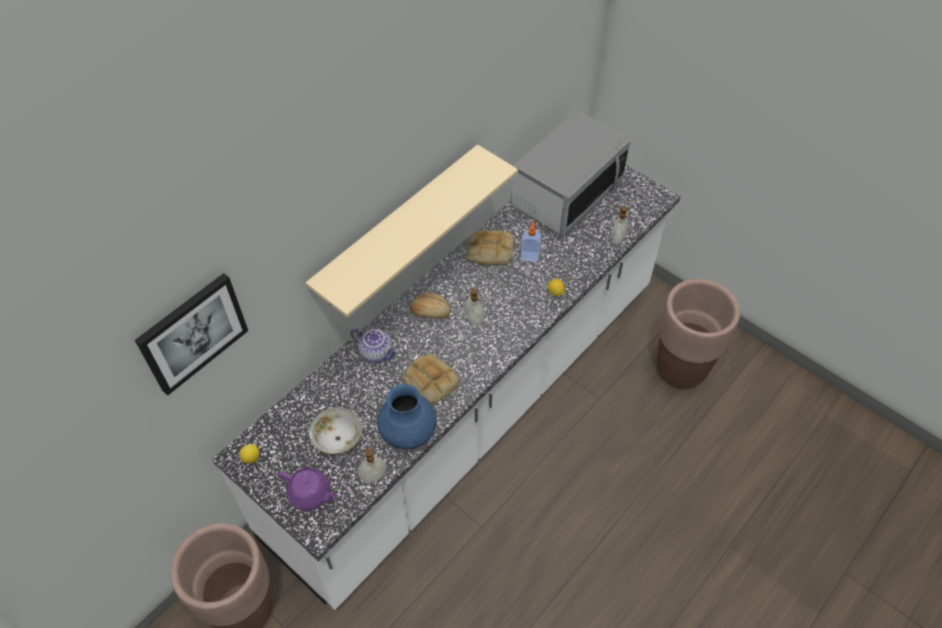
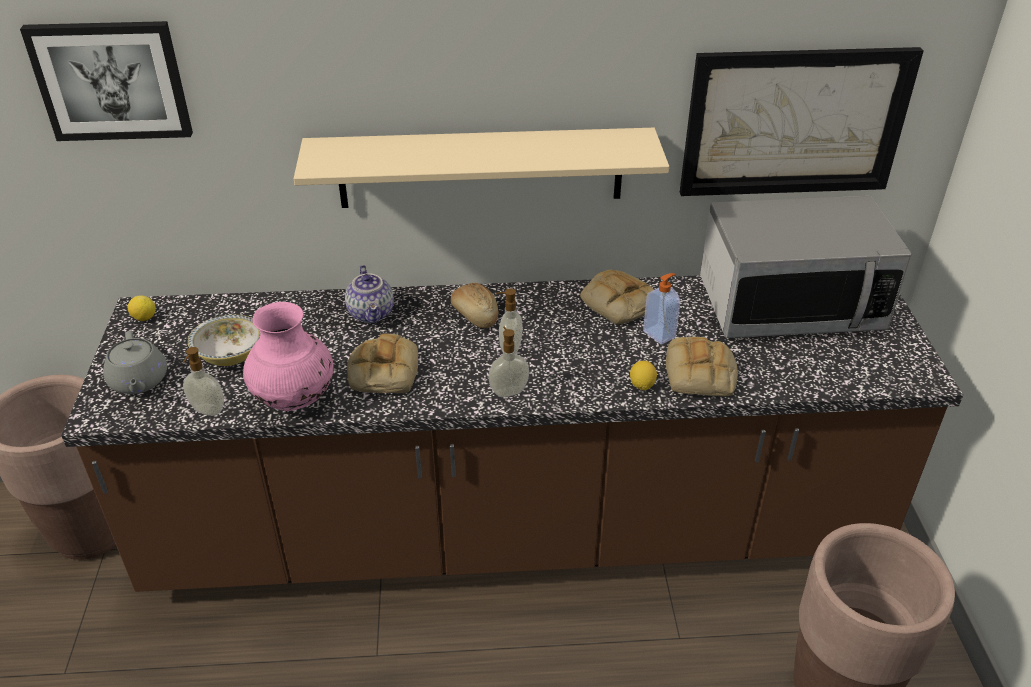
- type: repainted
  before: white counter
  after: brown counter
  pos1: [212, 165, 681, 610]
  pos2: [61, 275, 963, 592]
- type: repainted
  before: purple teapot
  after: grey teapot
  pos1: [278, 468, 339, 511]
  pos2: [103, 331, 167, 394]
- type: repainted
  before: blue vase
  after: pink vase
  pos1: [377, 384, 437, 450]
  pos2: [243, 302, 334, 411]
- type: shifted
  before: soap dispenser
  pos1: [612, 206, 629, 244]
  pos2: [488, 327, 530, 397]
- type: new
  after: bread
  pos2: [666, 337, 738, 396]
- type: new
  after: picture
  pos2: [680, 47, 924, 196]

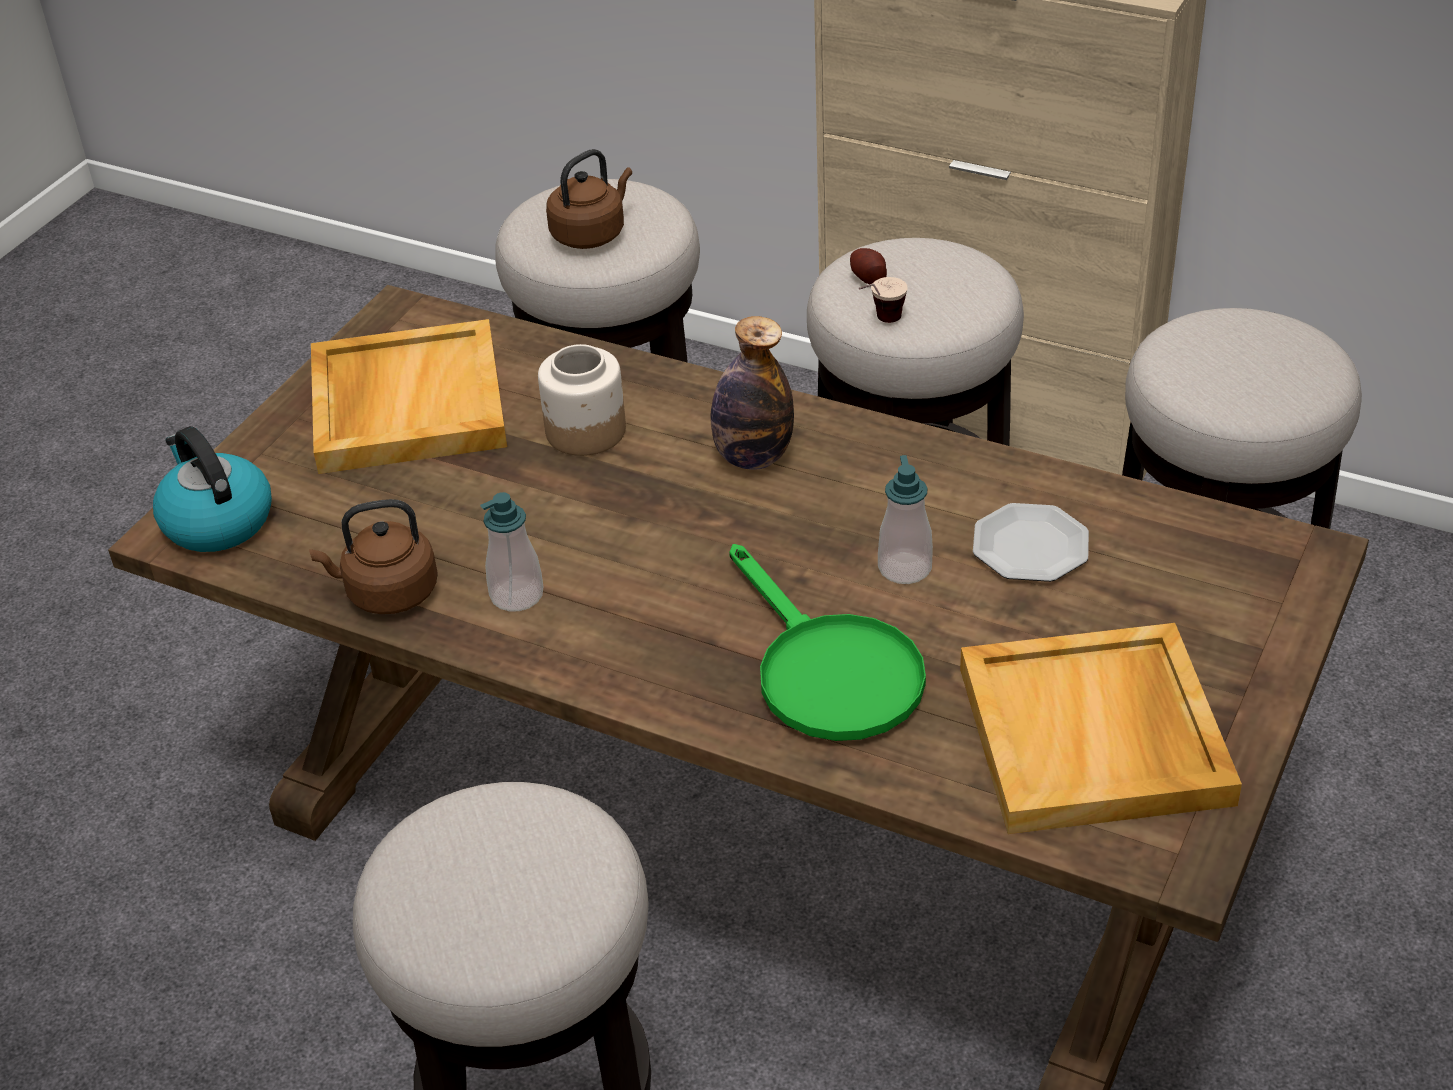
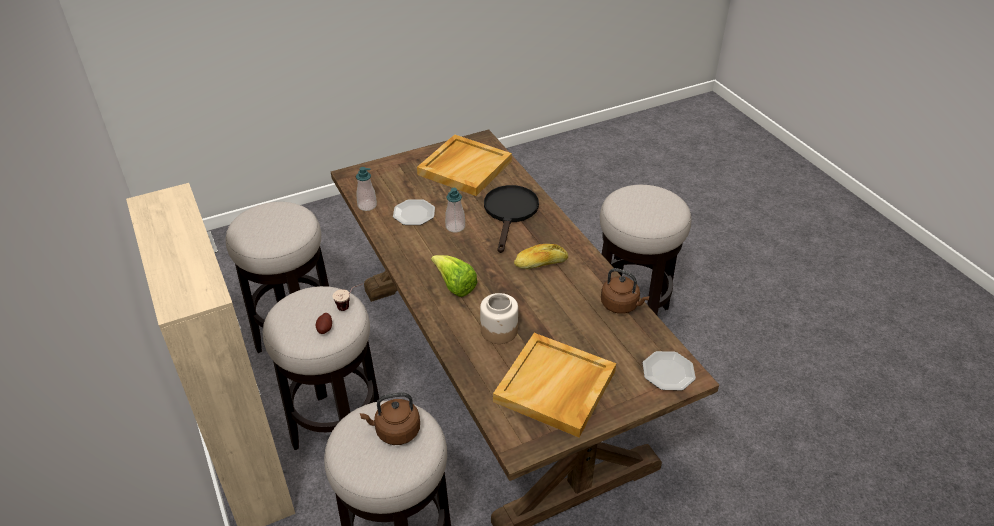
- type: shifted
  before: soap dispenser
  pos1: [480, 492, 543, 612]
  pos2: [356, 167, 377, 211]
- type: swapped
  before: bottle
  after: lettuce
  pos1: [710, 316, 794, 470]
  pos2: [431, 255, 478, 297]
- type: repainted
  before: green frying pan
  after: black frying pan
  pos1: [729, 544, 926, 741]
  pos2: [484, 185, 539, 253]
- type: new
  after: bread
  pos2: [514, 244, 568, 269]
- type: swapped
  before: kettle
  after: plate
  pos1: [153, 426, 272, 552]
  pos2: [643, 351, 696, 391]

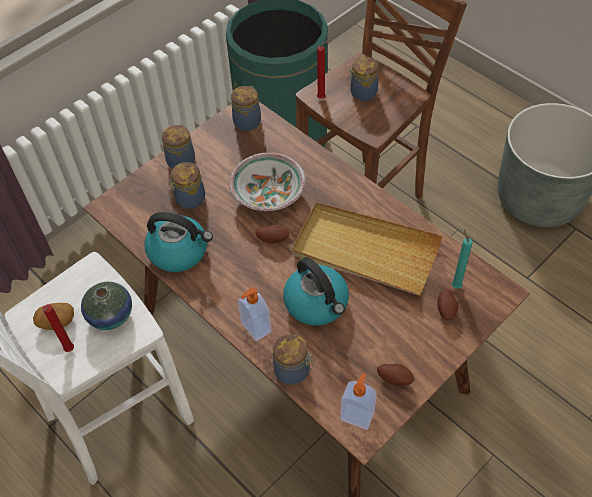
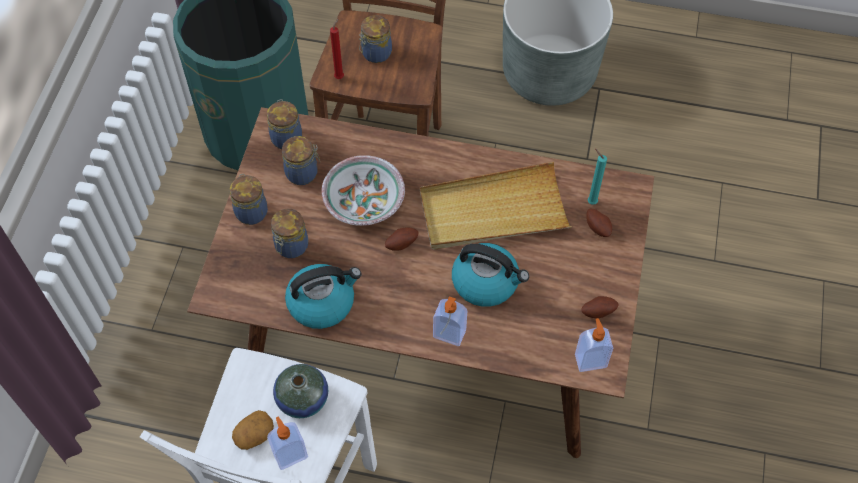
- type: swapped
  before: red candle
  after: soap dispenser
  pos1: [43, 304, 74, 352]
  pos2: [267, 417, 308, 470]
- type: shifted
  before: jar
  pos1: [273, 334, 313, 385]
  pos2: [282, 136, 320, 185]

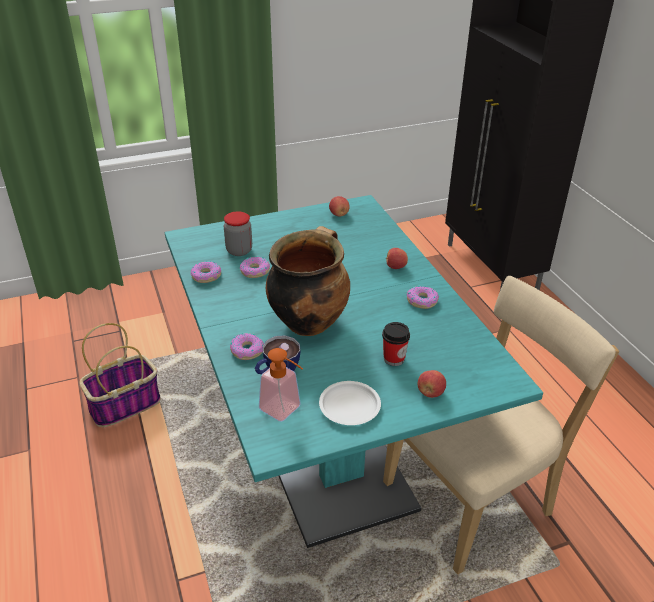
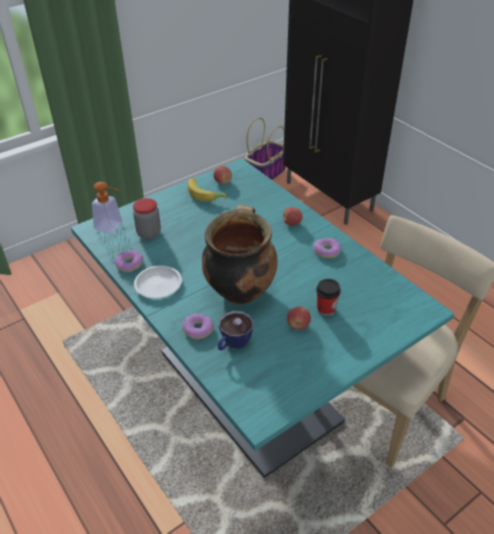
- type: shifted
  before: soap dispenser
  pos1: [259, 348, 303, 422]
  pos2: [92, 182, 122, 234]
- type: shifted
  before: white plate
  pos1: [319, 381, 381, 425]
  pos2: [134, 266, 182, 298]
- type: new
  after: banana
  pos2: [187, 178, 227, 202]
- type: shifted
  before: basket
  pos1: [79, 323, 161, 427]
  pos2: [245, 118, 285, 180]
- type: shifted
  before: apple
  pos1: [418, 370, 446, 398]
  pos2: [287, 306, 311, 330]
- type: gone
  before: donut
  pos1: [240, 257, 270, 278]

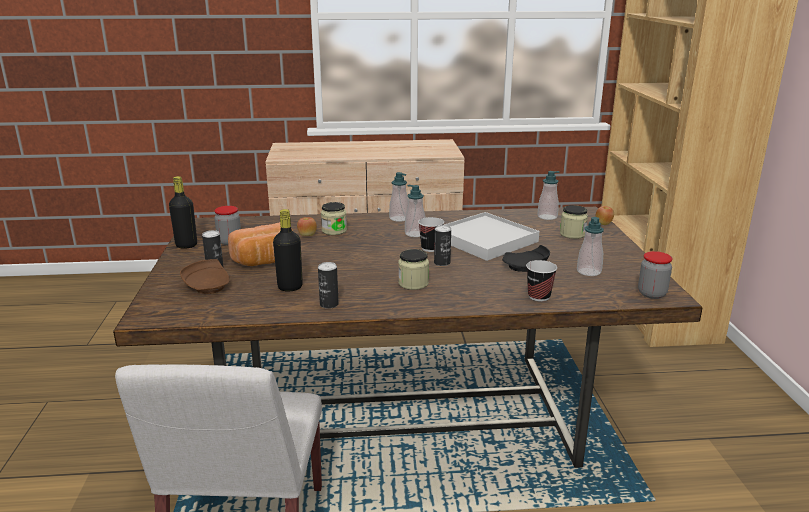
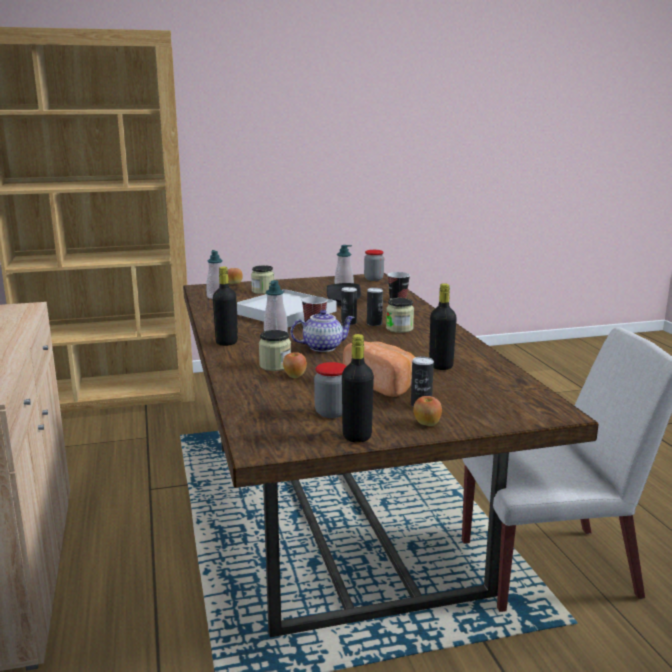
- type: swapped
  before: soap dispenser
  after: black bottle
  pos1: [389, 172, 408, 222]
  pos2: [213, 267, 238, 346]
- type: new
  after: teapot
  pos2: [290, 310, 355, 352]
- type: shifted
  before: can
  pos1: [318, 262, 339, 309]
  pos2: [367, 288, 383, 326]
- type: new
  after: apple
  pos2: [413, 396, 442, 426]
- type: gone
  before: brown plate
  pos1: [180, 259, 229, 294]

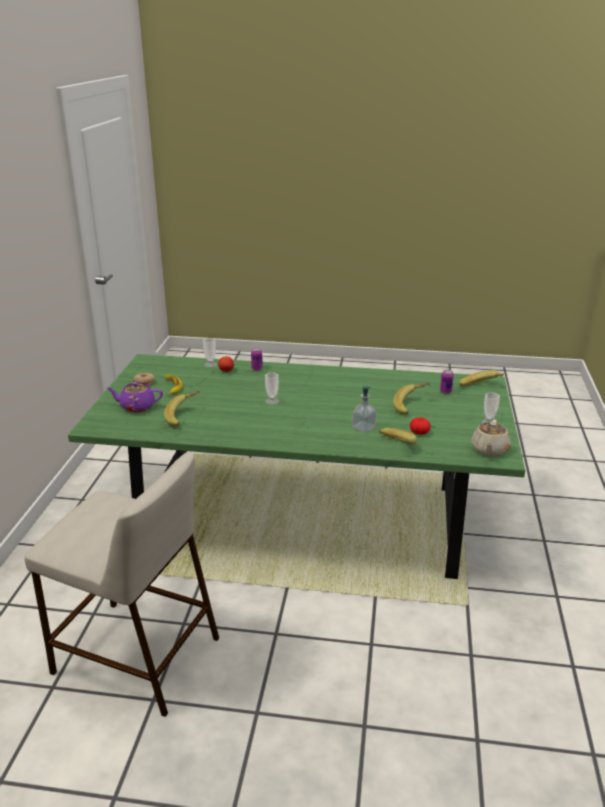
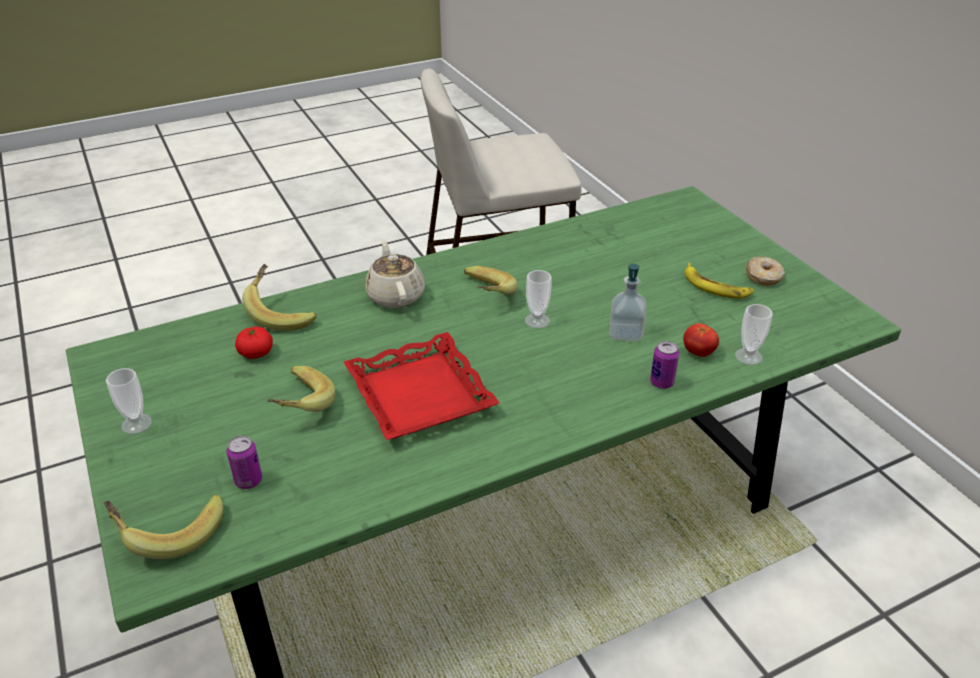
- type: new
  after: red tray
  pos2: [344, 332, 499, 440]
- type: shifted
  before: beige teapot
  pos1: [471, 419, 511, 456]
  pos2: [365, 240, 425, 308]
- type: shifted
  before: banana
  pos1: [164, 391, 200, 427]
  pos2: [464, 266, 518, 295]
- type: shifted
  before: soap dispenser
  pos1: [352, 386, 377, 433]
  pos2: [609, 264, 646, 341]
- type: gone
  before: purple teapot
  pos1: [106, 382, 163, 412]

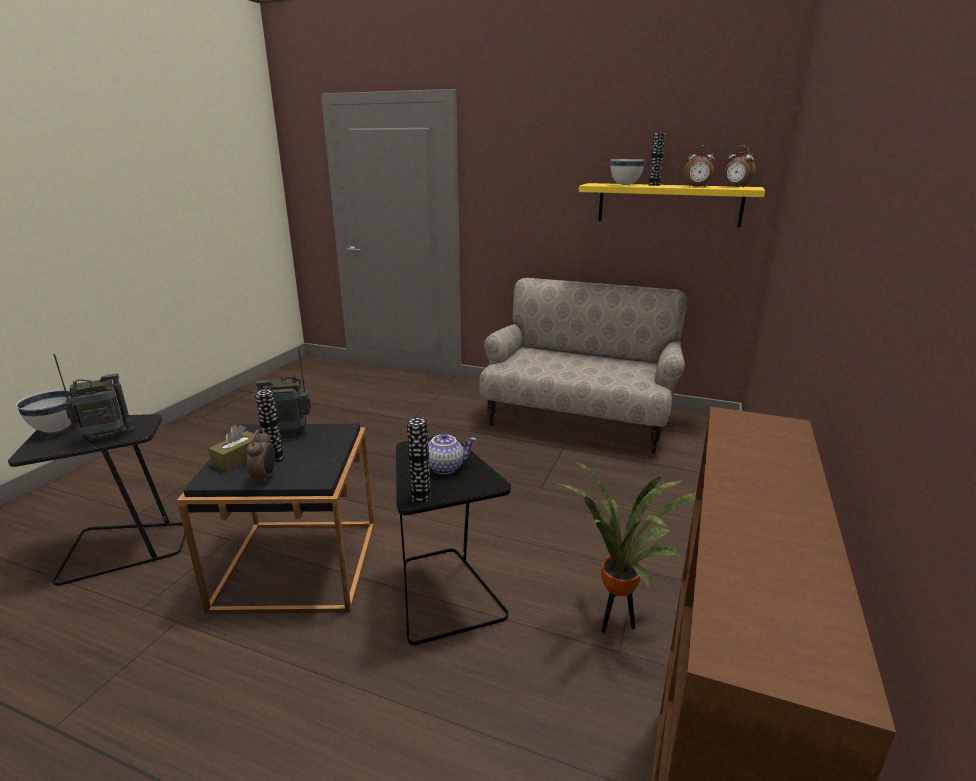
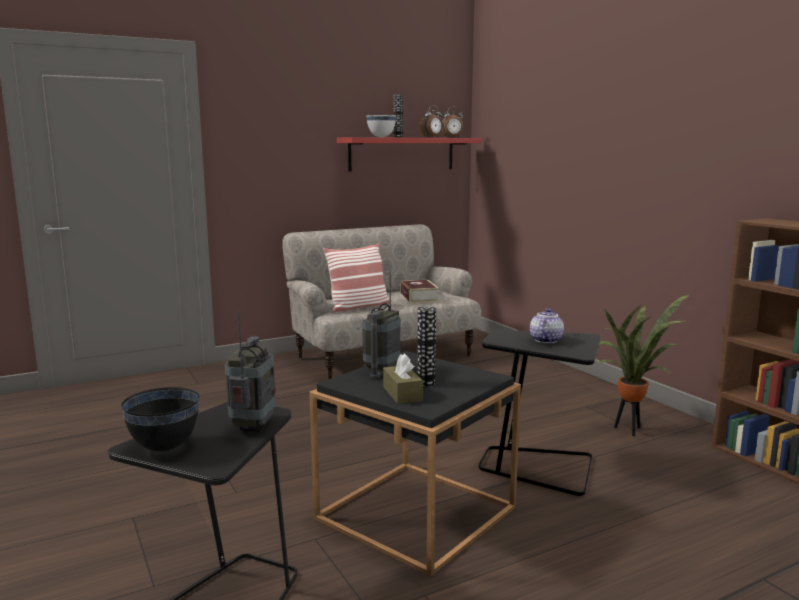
- type: repainted
  before: white bowl
  after: black bowl
  pos1: [16, 389, 71, 432]
  pos2: [121, 387, 200, 451]
- type: new
  after: pillow
  pos2: [323, 244, 390, 313]
- type: repainted
  before: yellow shelf
  after: red shelf
  pos1: [579, 183, 765, 227]
  pos2: [337, 137, 481, 171]
- type: new
  after: book
  pos2: [400, 280, 439, 303]
- type: gone
  before: alarm clock
  pos1: [247, 429, 275, 484]
- type: gone
  before: vase
  pos1: [406, 417, 431, 503]

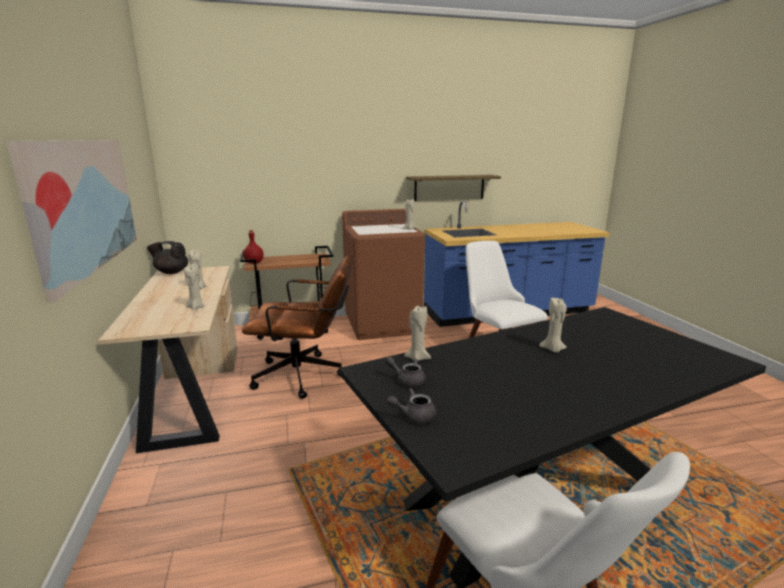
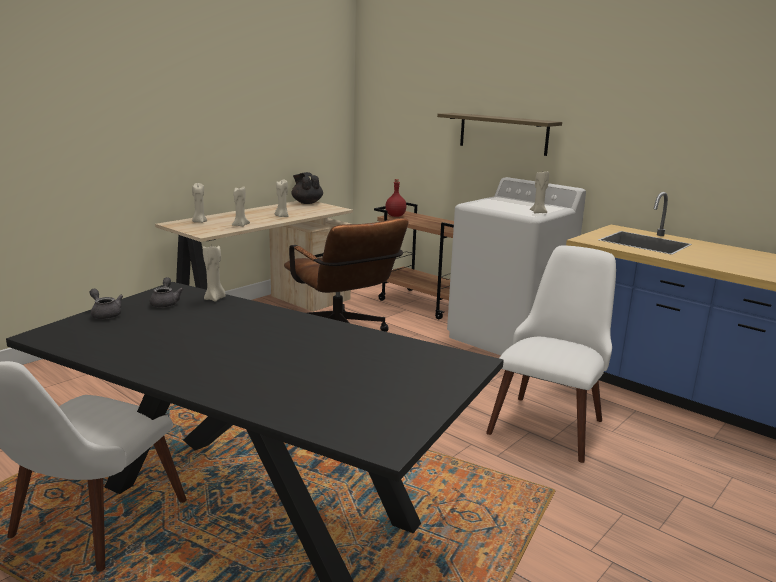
- type: shifted
  before: beige candle
  pos1: [539, 298, 567, 353]
  pos2: [192, 183, 207, 223]
- type: shifted
  before: shelf
  pos1: [406, 175, 501, 201]
  pos2: [437, 113, 562, 156]
- type: repainted
  before: brown washing machine
  after: white washing machine
  pos1: [342, 209, 425, 340]
  pos2: [447, 177, 586, 355]
- type: gone
  before: picture
  pos1: [6, 140, 137, 302]

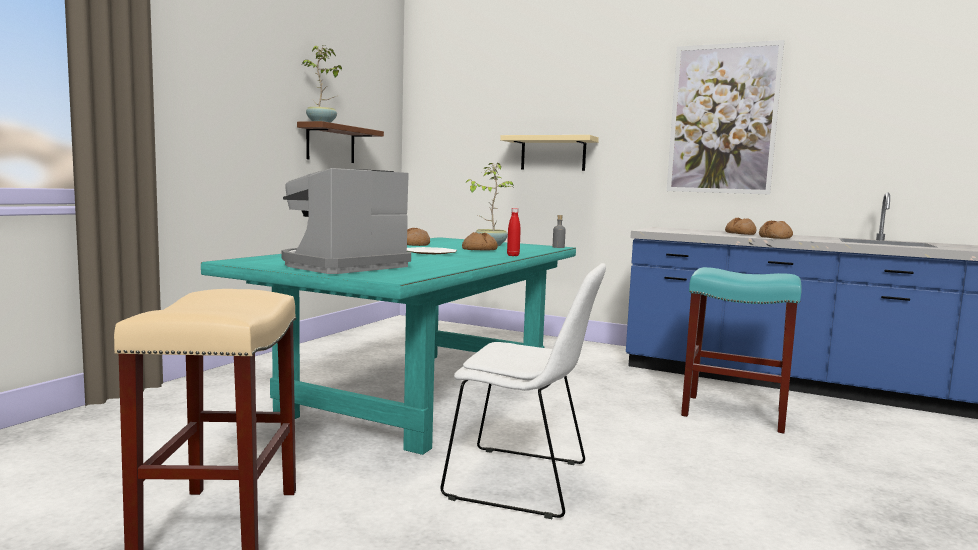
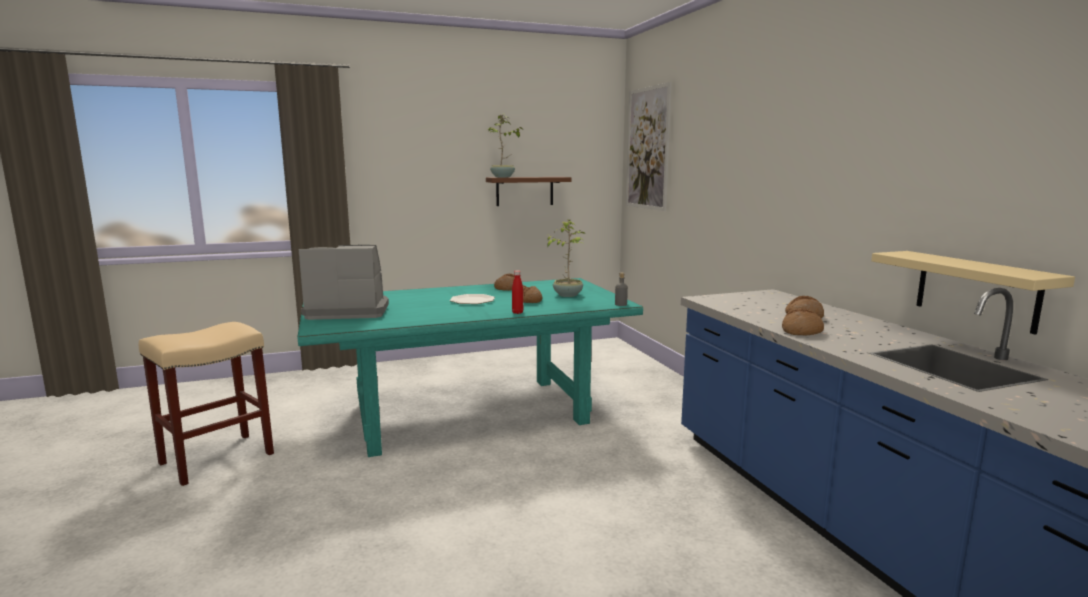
- type: shifted
  before: picture
  pos1: [667, 40, 785, 195]
  pos2: [626, 82, 672, 211]
- type: shifted
  before: beige shelf
  pos1: [500, 135, 599, 171]
  pos2: [871, 251, 1075, 335]
- type: gone
  before: white chair
  pos1: [440, 263, 606, 519]
- type: gone
  before: turquoise stool
  pos1: [681, 267, 802, 433]

